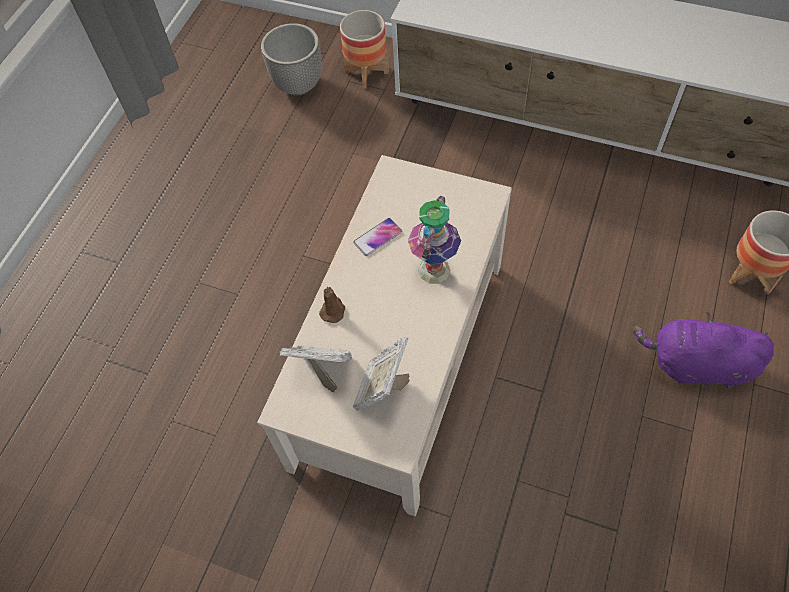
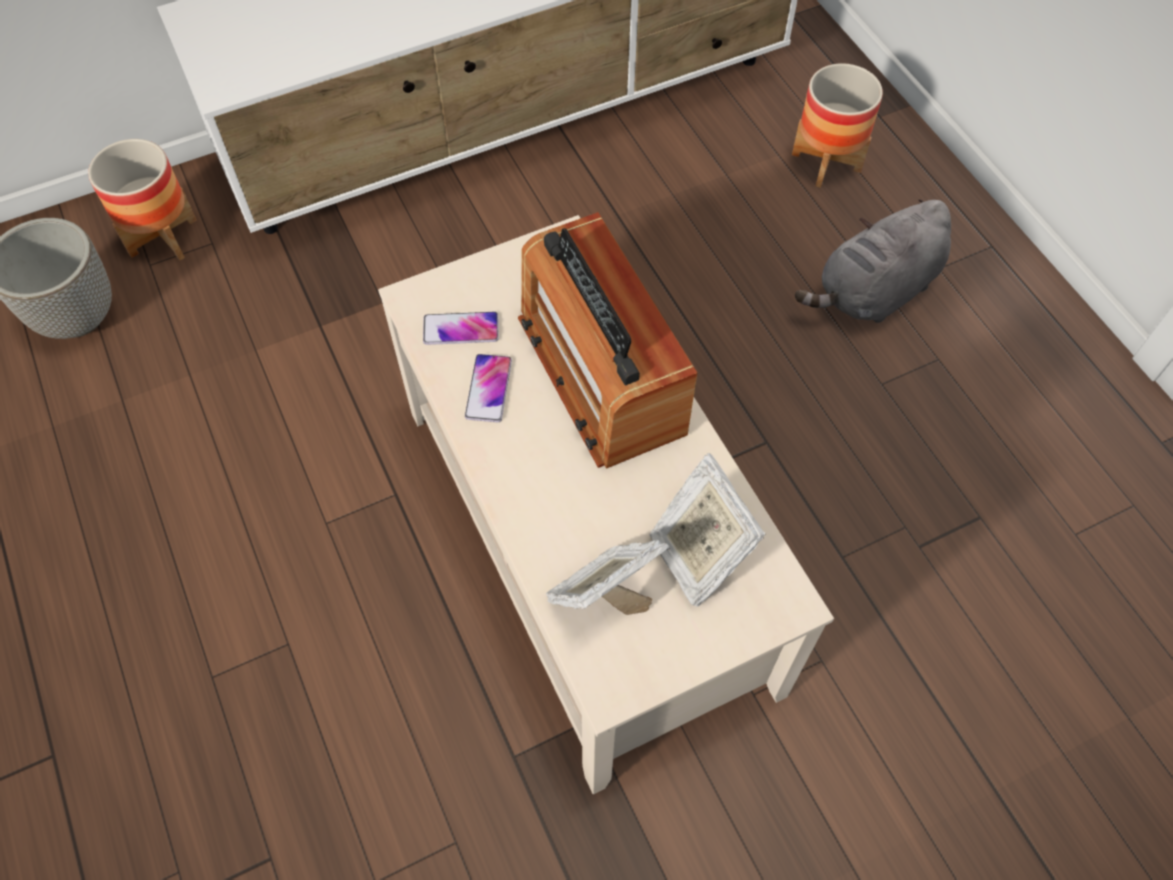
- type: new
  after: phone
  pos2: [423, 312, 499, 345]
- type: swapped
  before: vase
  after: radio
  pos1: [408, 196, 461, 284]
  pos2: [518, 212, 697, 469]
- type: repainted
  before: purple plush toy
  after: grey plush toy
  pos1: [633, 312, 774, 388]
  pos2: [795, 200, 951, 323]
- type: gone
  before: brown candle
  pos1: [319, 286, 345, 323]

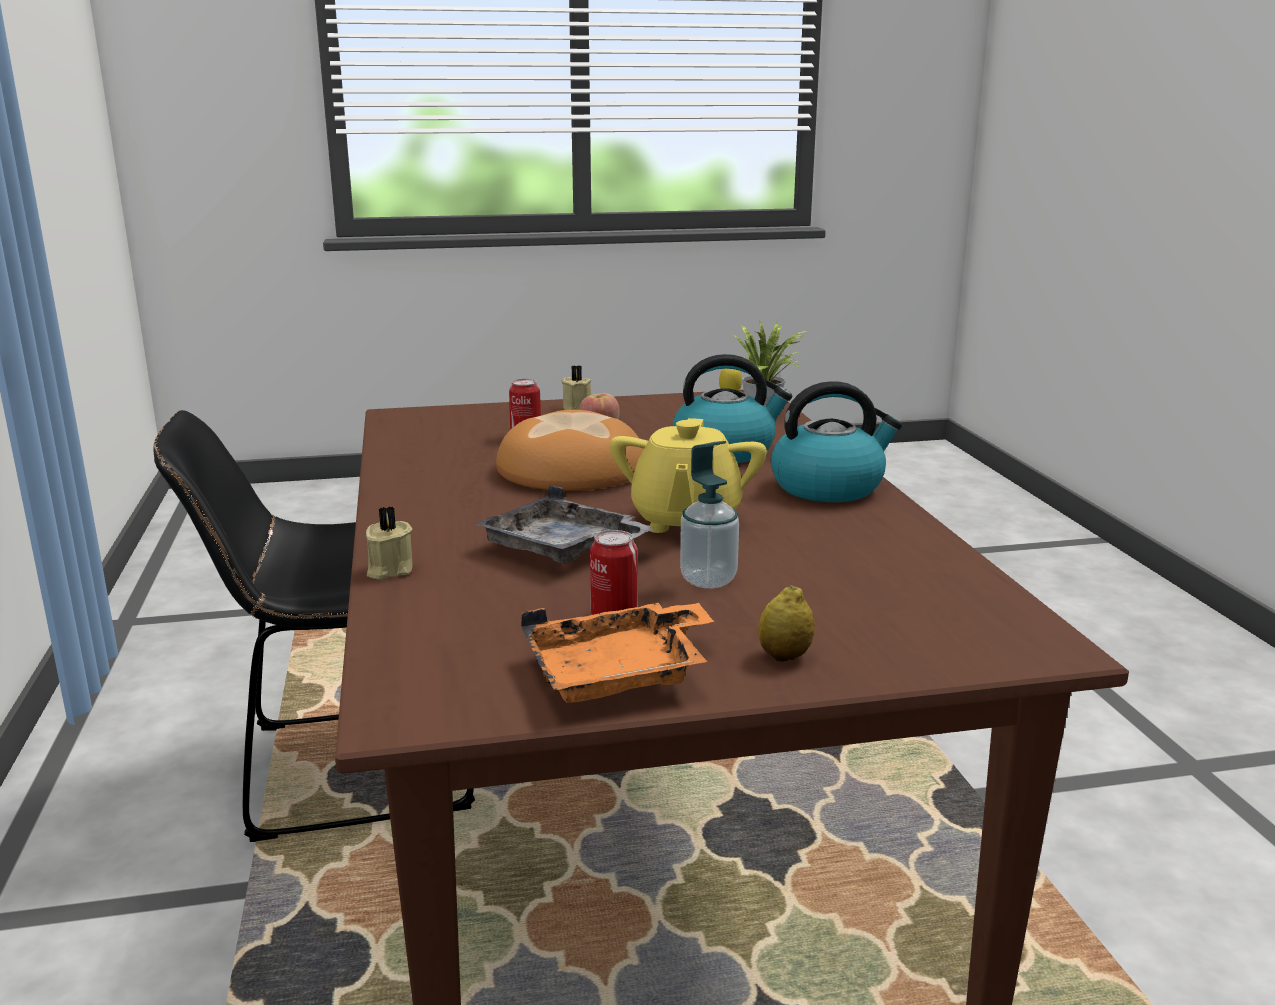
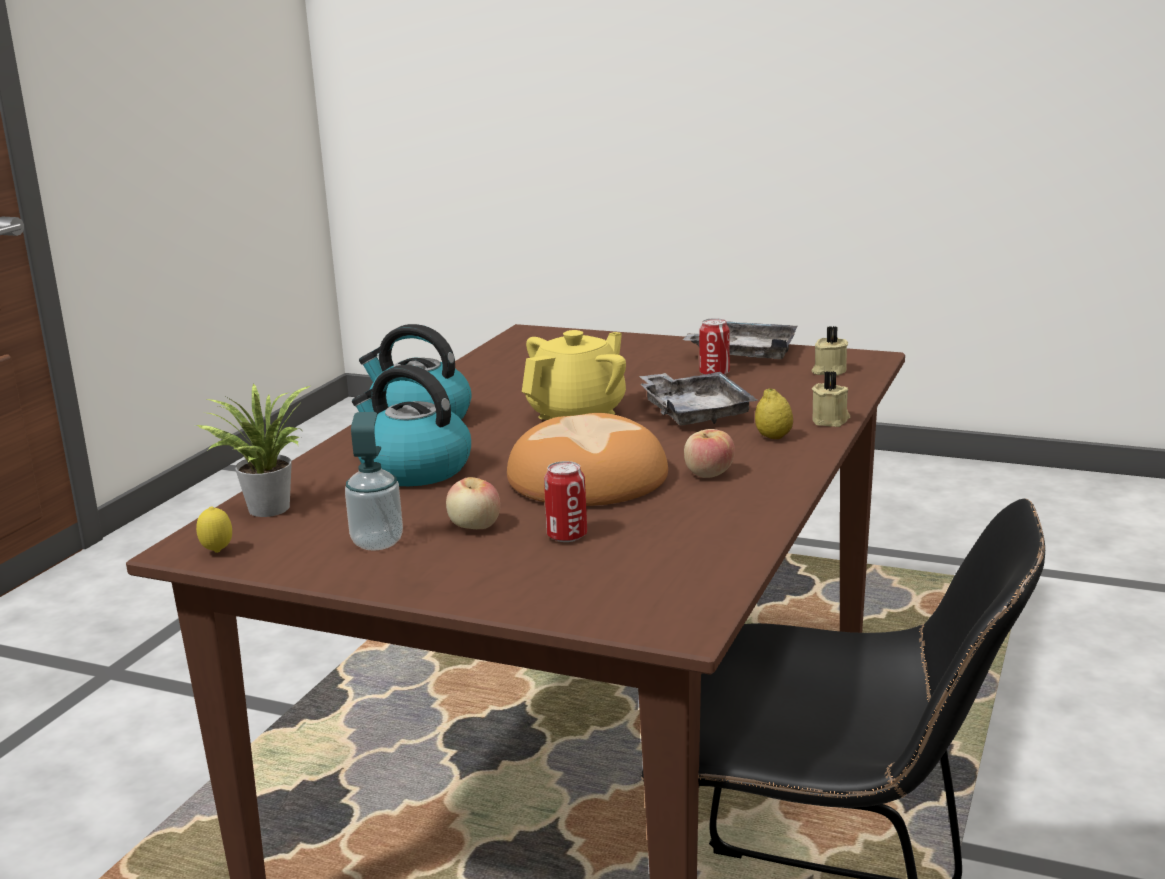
- type: shifted
  before: soap dispenser
  pos1: [680, 441, 739, 588]
  pos2: [345, 412, 403, 551]
- type: repainted
  before: orange tray
  after: grey tray
  pos1: [521, 601, 715, 703]
  pos2: [683, 321, 798, 359]
- type: new
  after: apple
  pos2: [684, 429, 735, 478]
- type: shifted
  before: lemon
  pos1: [758, 585, 815, 662]
  pos2: [755, 388, 793, 439]
- type: shifted
  before: beige candle
  pos1: [561, 365, 591, 410]
  pos2: [811, 326, 848, 376]

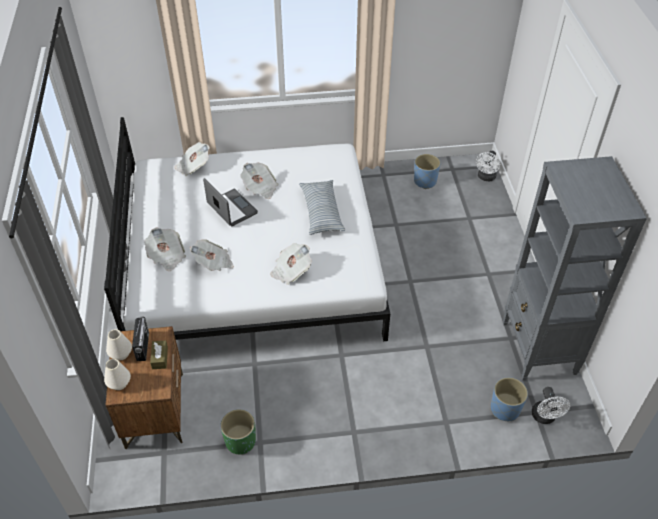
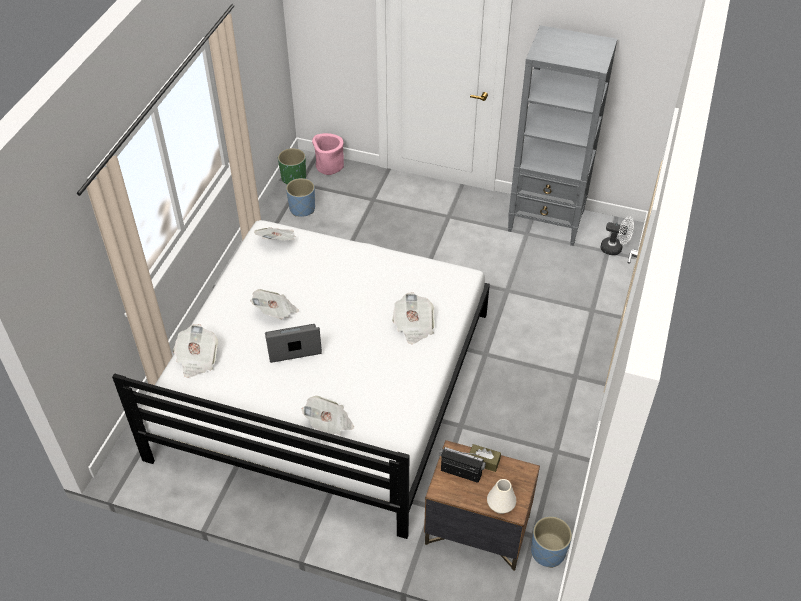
- type: shifted
  before: newspaper
  pos1: [190, 239, 234, 271]
  pos2: [254, 227, 295, 241]
- type: shifted
  before: green planter
  pos1: [220, 409, 256, 455]
  pos2: [278, 148, 306, 184]
- type: swapped
  before: white fan
  after: pink planter
  pos1: [476, 151, 500, 181]
  pos2: [312, 133, 344, 175]
- type: shifted
  before: blue planter
  pos1: [491, 377, 528, 421]
  pos2: [531, 516, 572, 568]
- type: gone
  before: white vase
  pos1: [106, 329, 132, 361]
- type: gone
  before: pillow
  pos1: [299, 180, 345, 235]

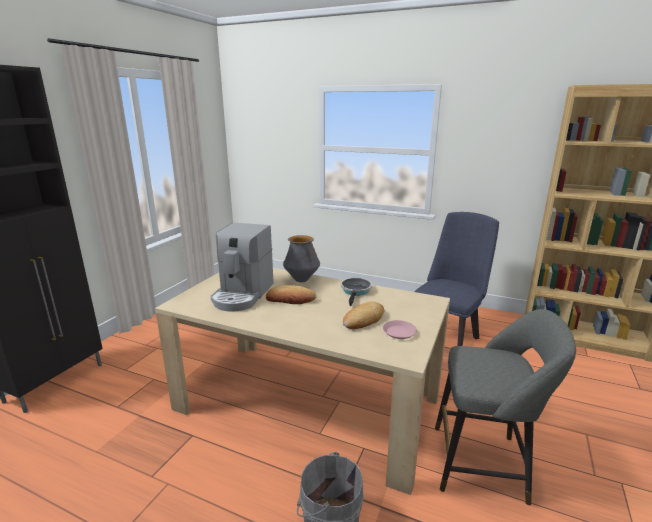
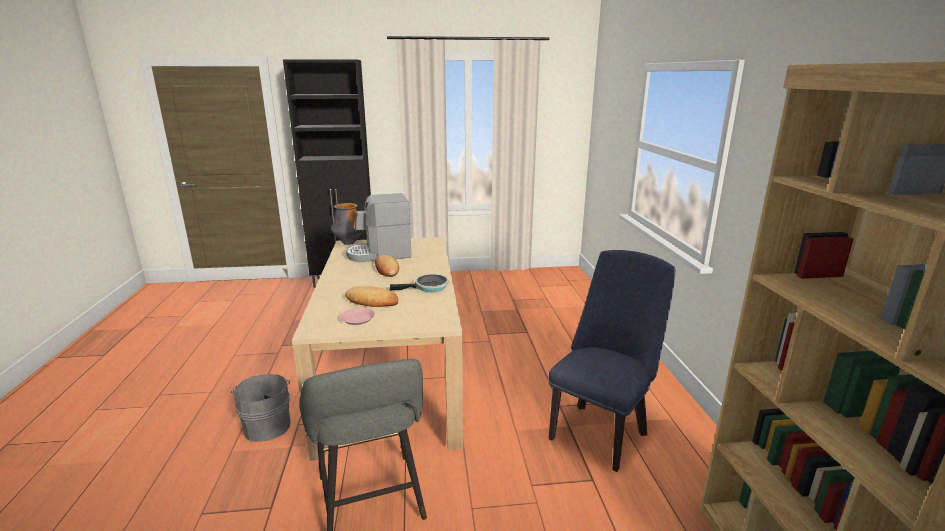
- type: shifted
  before: vase
  pos1: [283, 235, 320, 282]
  pos2: [331, 203, 364, 245]
- type: rotated
  before: blue chair
  pos1: [415, 212, 499, 346]
  pos2: [549, 250, 676, 472]
  turn: -60

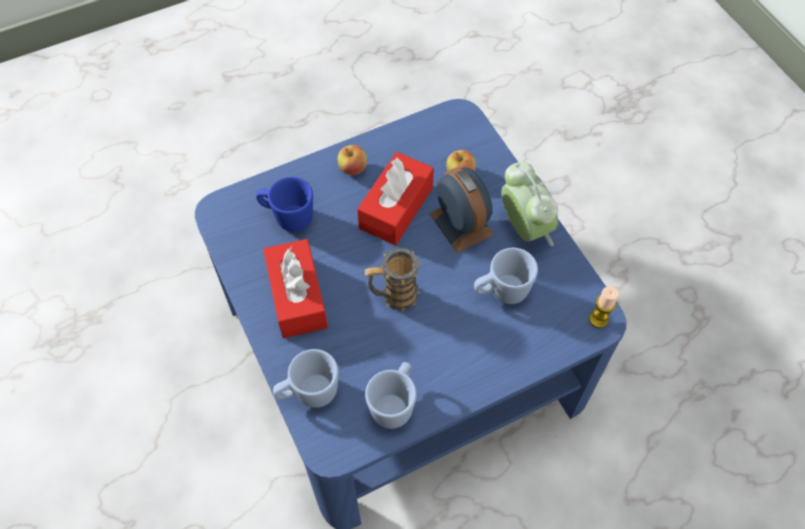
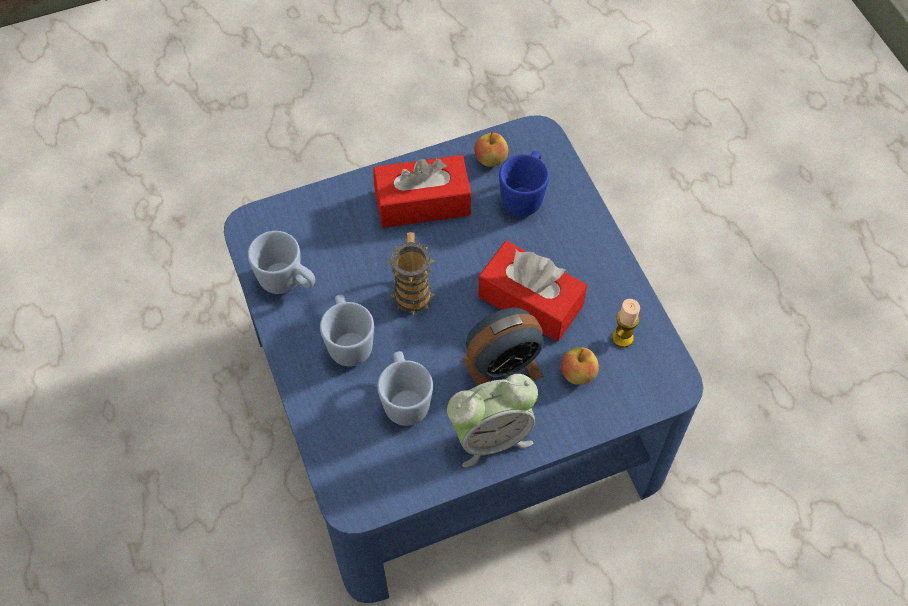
- type: shifted
  before: blue mug
  pos1: [273, 349, 339, 408]
  pos2: [320, 295, 374, 367]
- type: shifted
  before: apple
  pos1: [337, 145, 367, 175]
  pos2: [474, 131, 508, 167]
- type: shifted
  before: candle
  pos1: [589, 286, 619, 328]
  pos2: [612, 299, 640, 348]

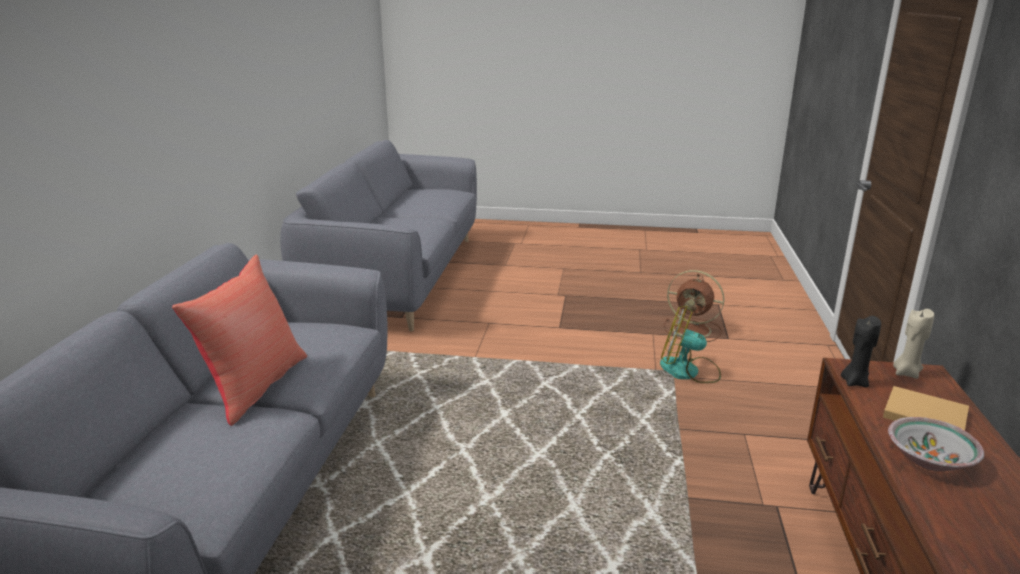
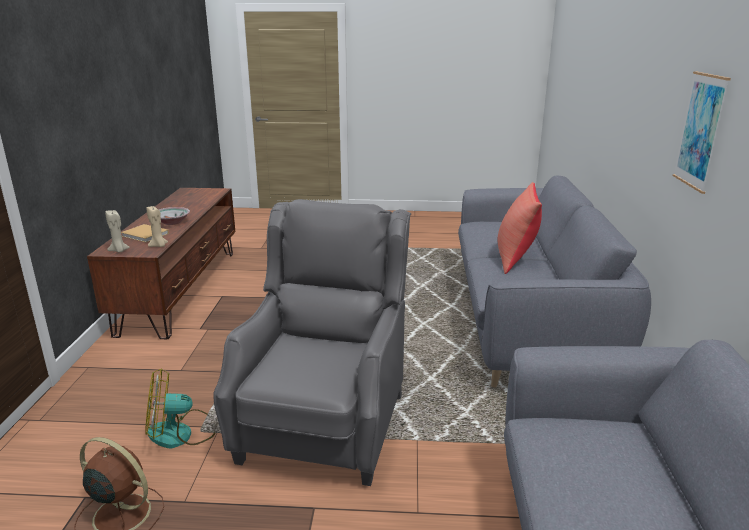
- type: rotated
  before: fan
  pos1: [660, 306, 721, 383]
  pos2: [145, 368, 215, 448]
  turn: 150
- type: repainted
  before: black candle
  after: beige candle
  pos1: [841, 316, 881, 388]
  pos2: [146, 206, 168, 247]
- type: new
  after: grey armchair
  pos2: [213, 199, 411, 486]
- type: new
  after: picture
  pos2: [673, 71, 731, 194]

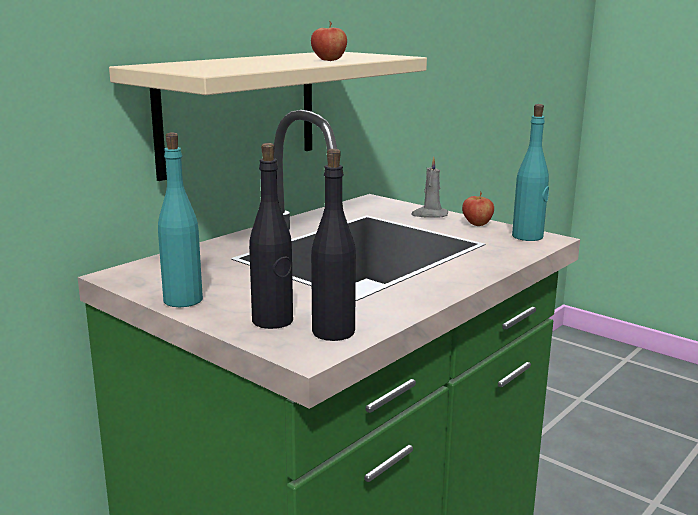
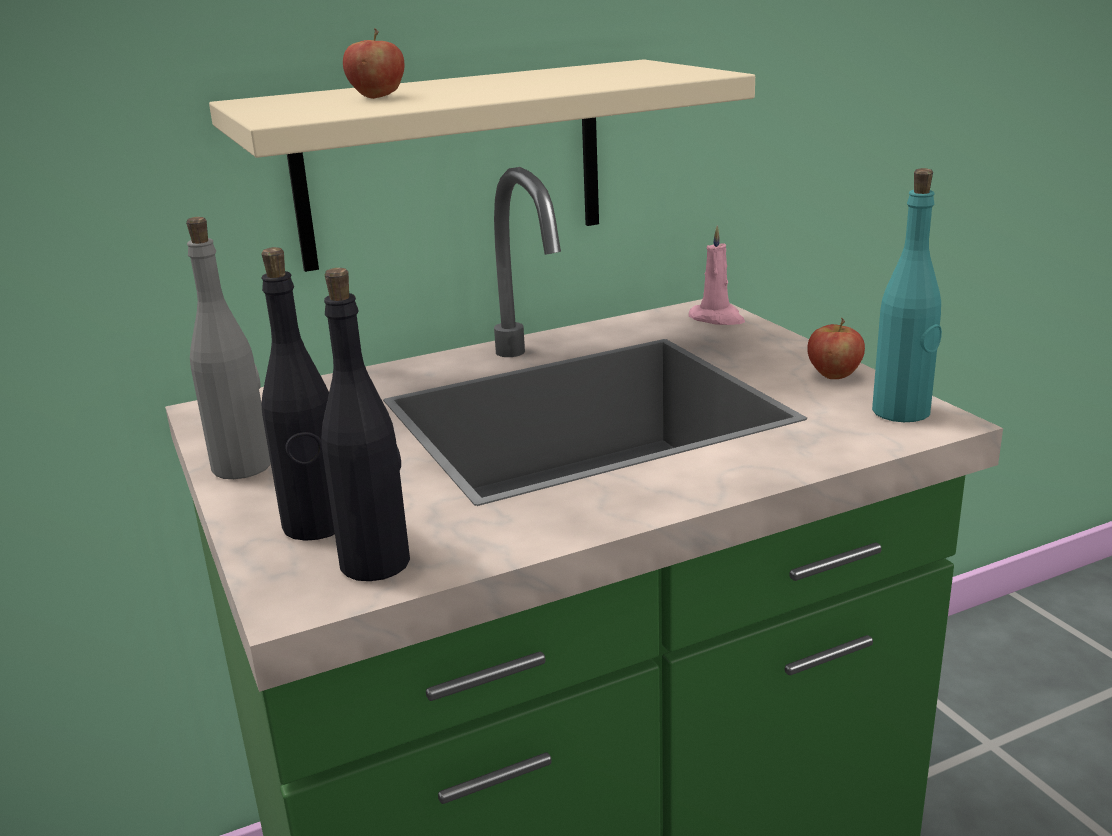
- type: repainted
  before: turquoise bottle
  after: grey bottle
  pos1: [158, 133, 203, 307]
  pos2: [186, 217, 271, 479]
- type: shifted
  before: apple
  pos1: [311, 21, 347, 61]
  pos2: [343, 28, 404, 99]
- type: new
  after: pink candle
  pos2: [689, 226, 745, 325]
- type: gone
  before: grey candle
  pos1: [411, 156, 448, 218]

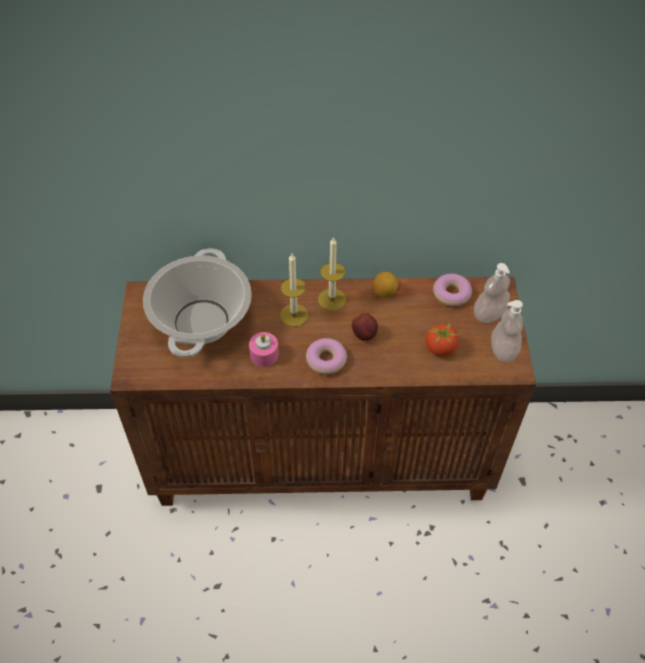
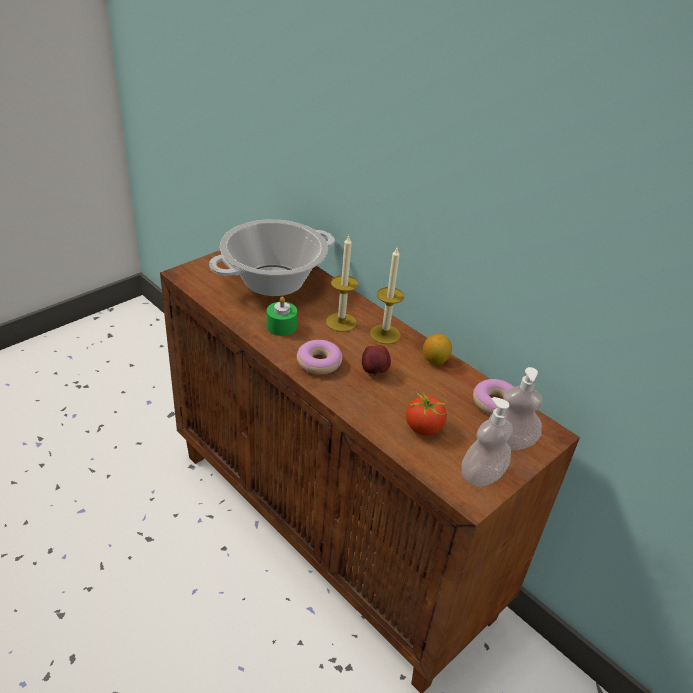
- type: repainted
  before: pink candle
  after: green candle
  pos1: [249, 332, 279, 367]
  pos2: [267, 296, 297, 336]

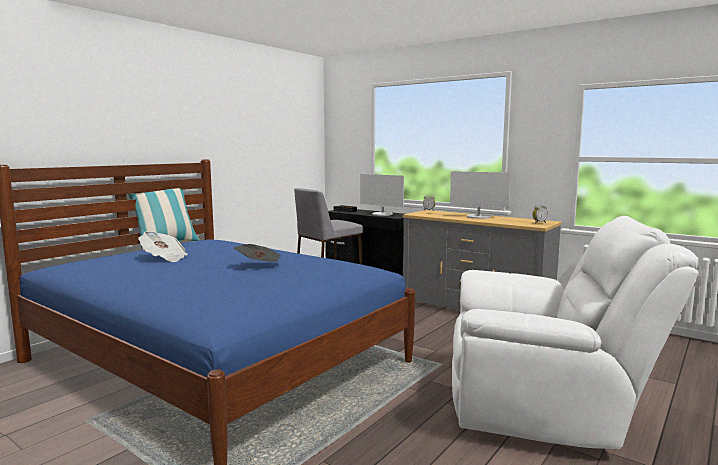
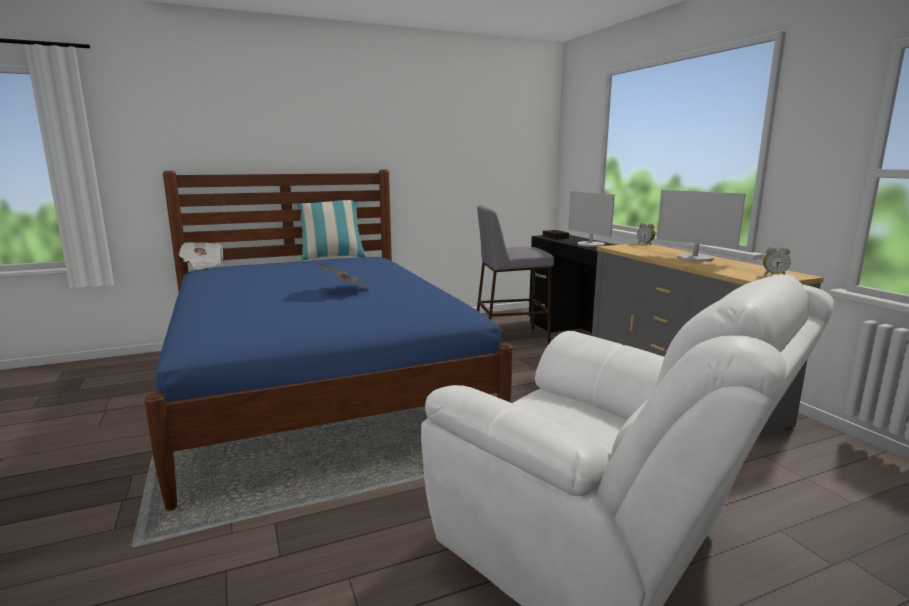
- type: shifted
  before: newspaper
  pos1: [138, 231, 188, 262]
  pos2: [178, 242, 223, 269]

